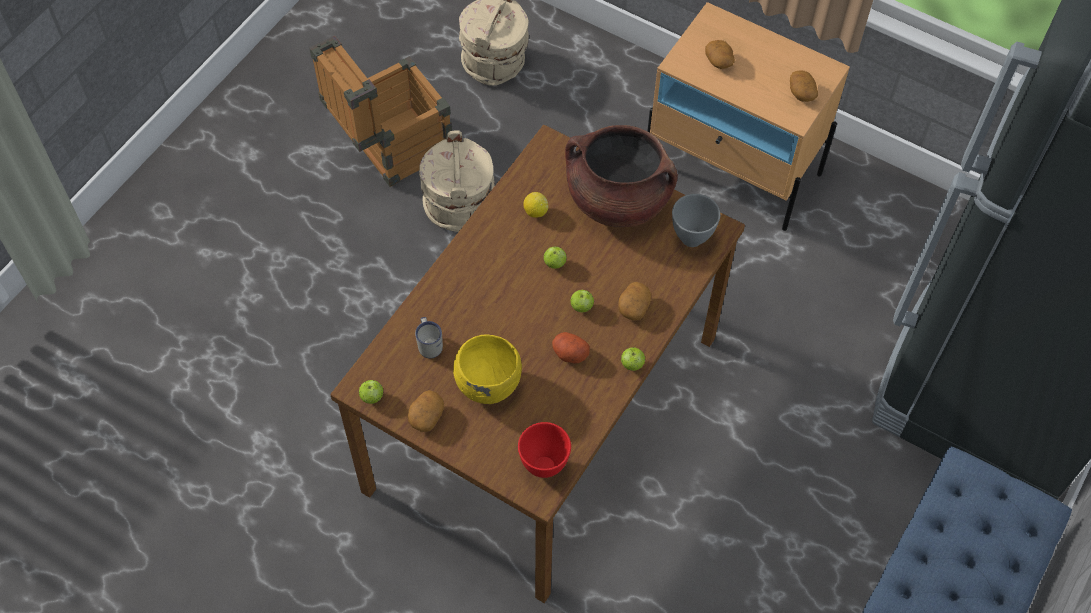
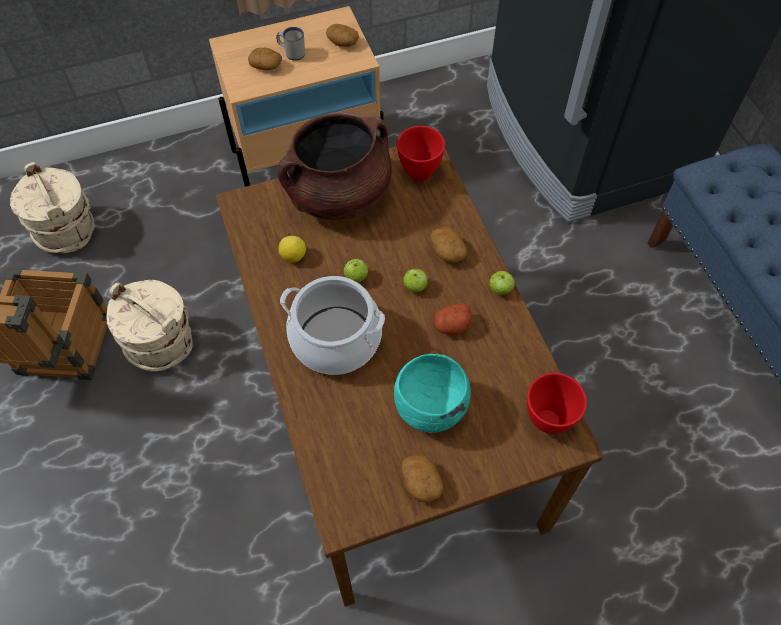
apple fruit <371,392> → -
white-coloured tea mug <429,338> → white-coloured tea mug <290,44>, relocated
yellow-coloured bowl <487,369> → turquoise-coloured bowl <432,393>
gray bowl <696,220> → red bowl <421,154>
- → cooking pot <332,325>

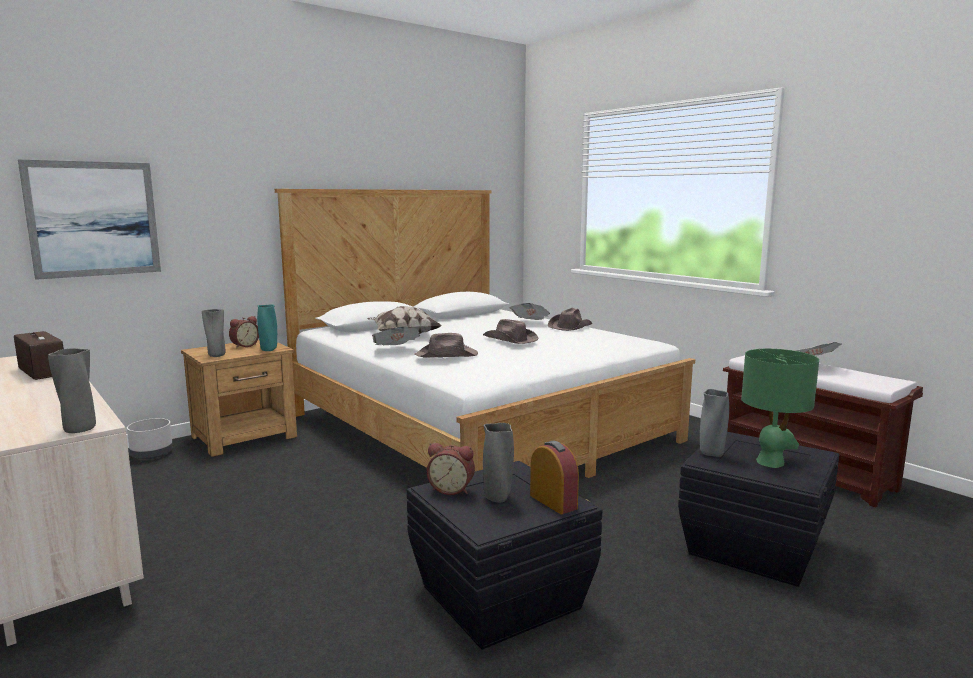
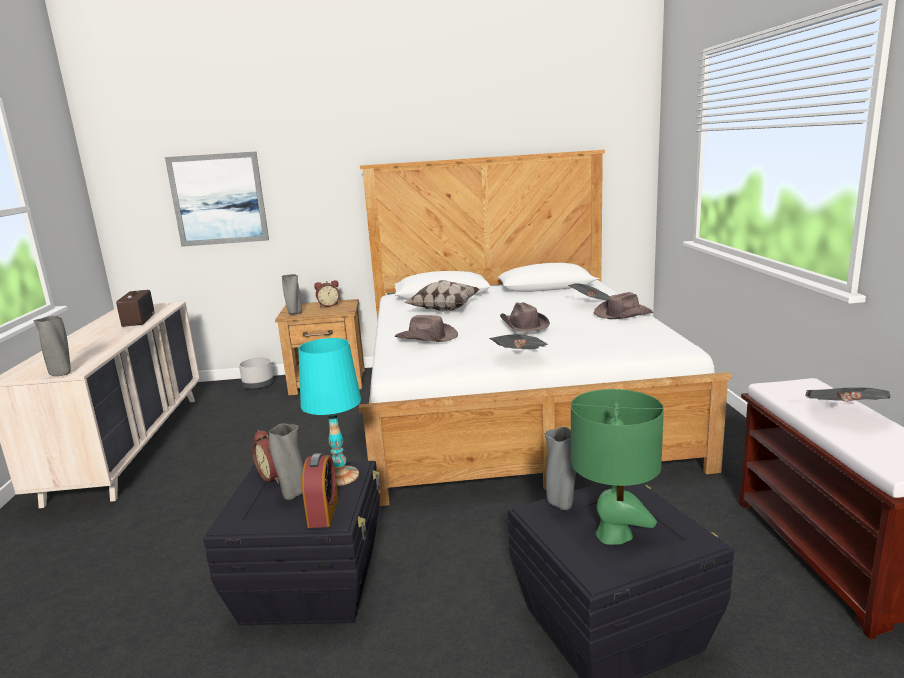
turquoise-coloured decorative vase <267,328> → -
newspaper <396,336> → newspaper <518,341>, relocated
- → turquoise-coloured table lamp <329,412>

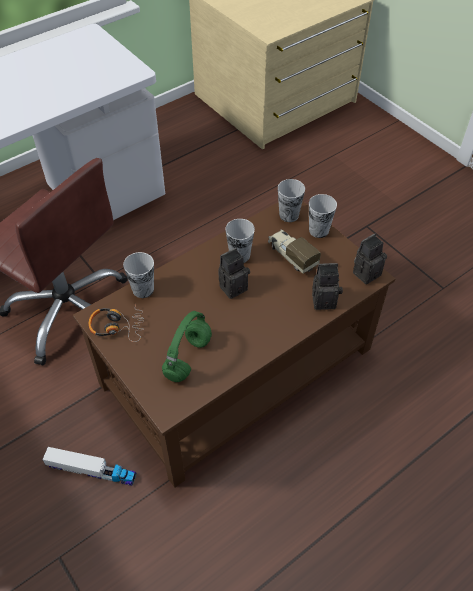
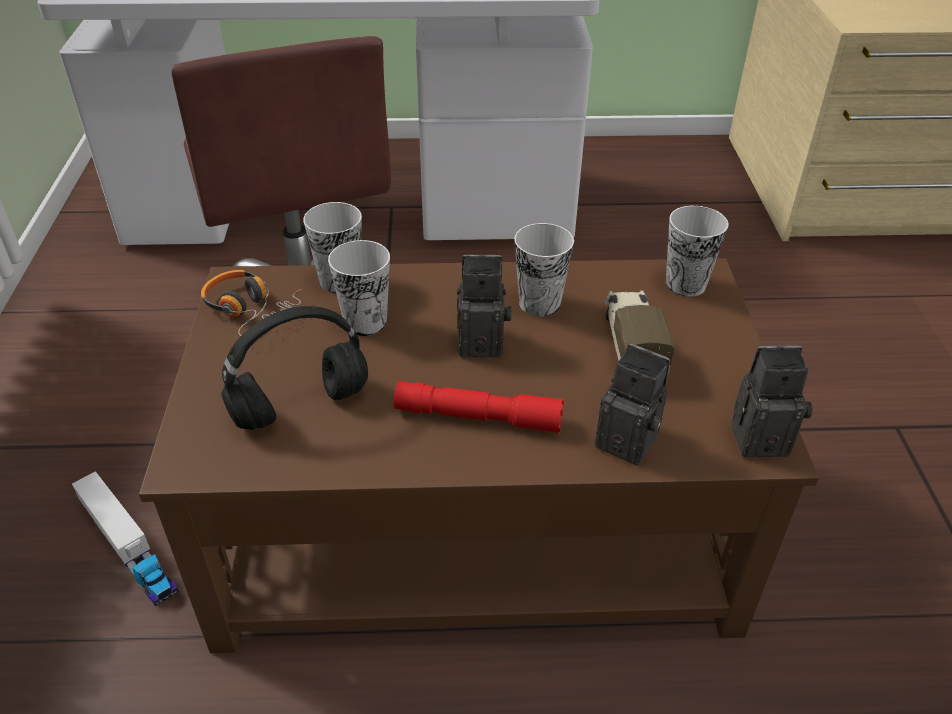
green-coloured headset <187,346> → black headset <294,368>
small cup <323,216> → small cup <359,288>, relocated
- → red hand torch <479,407>

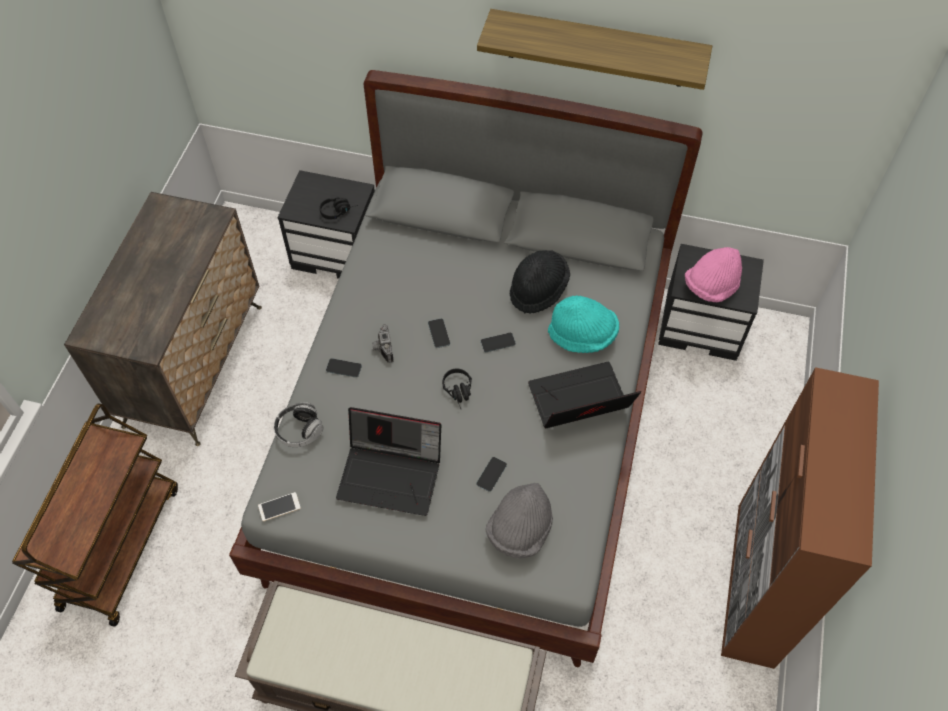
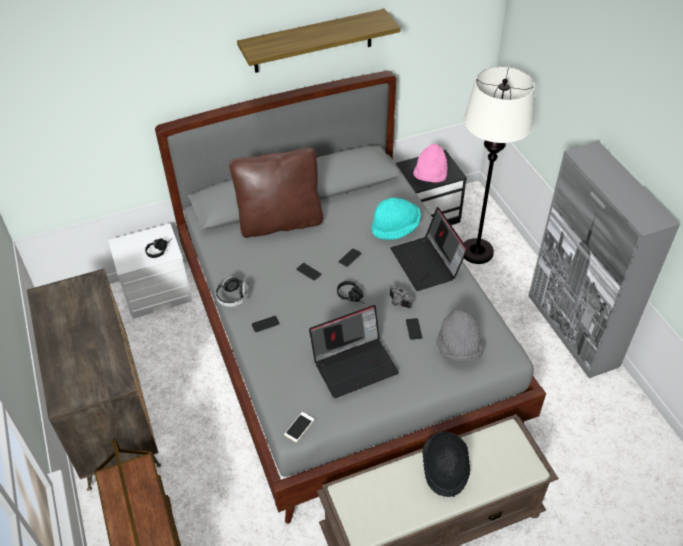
headset <299,424> → headset <232,291>, relocated
black bedside table <326,224> → white-coloured bedside table <150,271>
still camera <383,343> → still camera <401,297>, relocated
black hat <540,282> → black hat <446,464>, relocated
portable computer <584,395> → portable computer <429,249>, 60 degrees counterclockwise
brown-coloured cabinet <800,518> → gray cabinet <604,259>
- → brown-coloured pillow <276,193>
- → white-coloured floor lamp <499,165>

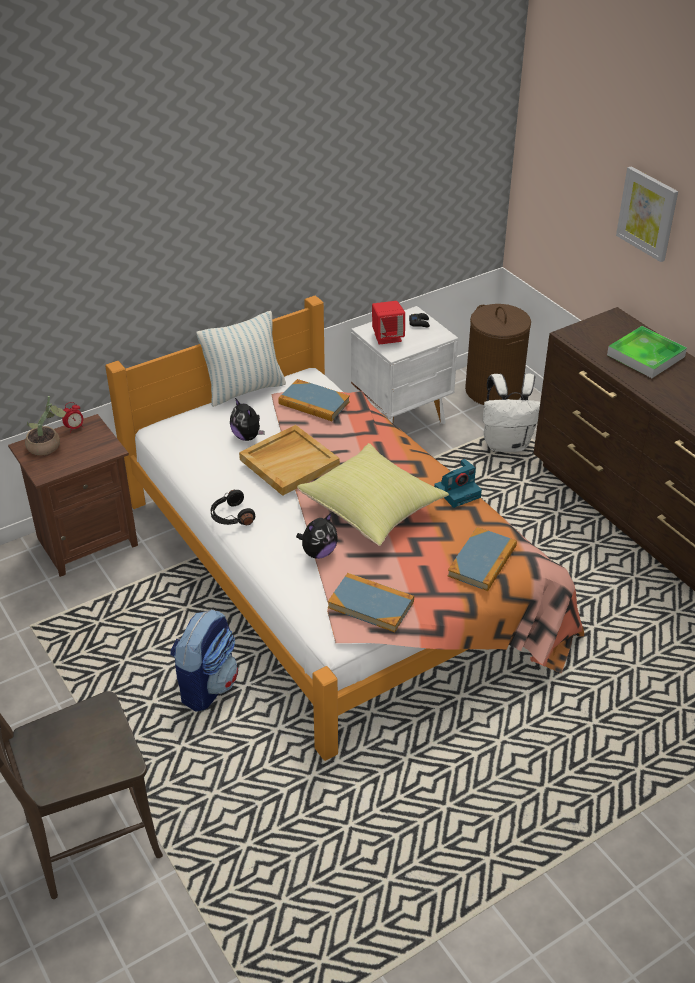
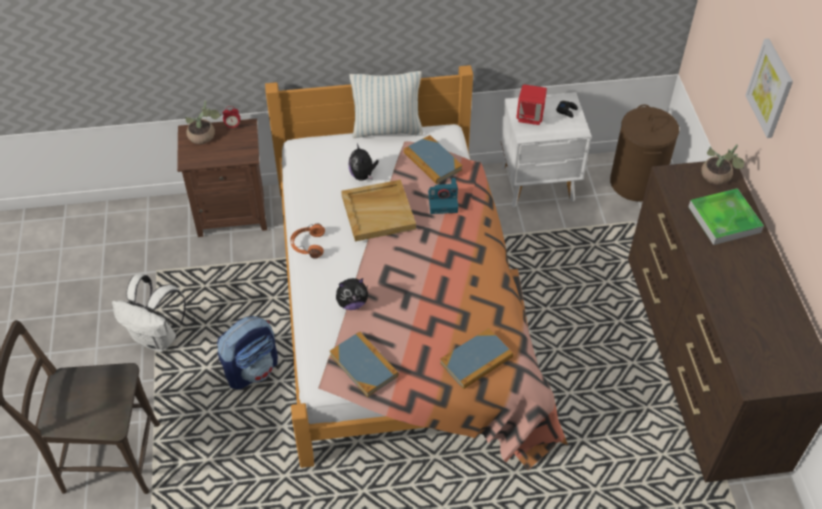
black headset <233,507> → orange-coloured headset <307,241>
yellow-coloured pillow <373,494> → -
still camera <458,483> → still camera <443,196>, relocated
white-coloured knapsack <511,412> → white-coloured knapsack <149,313>, relocated
- → potted plant <722,164>

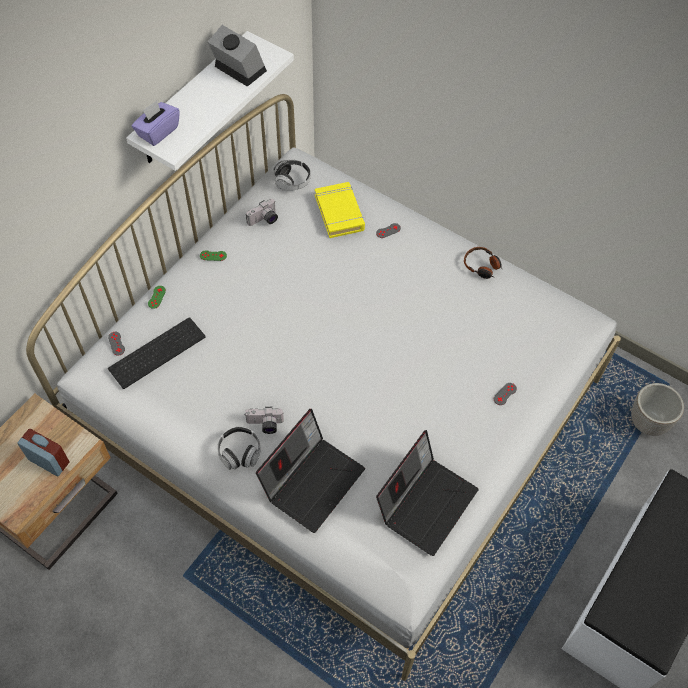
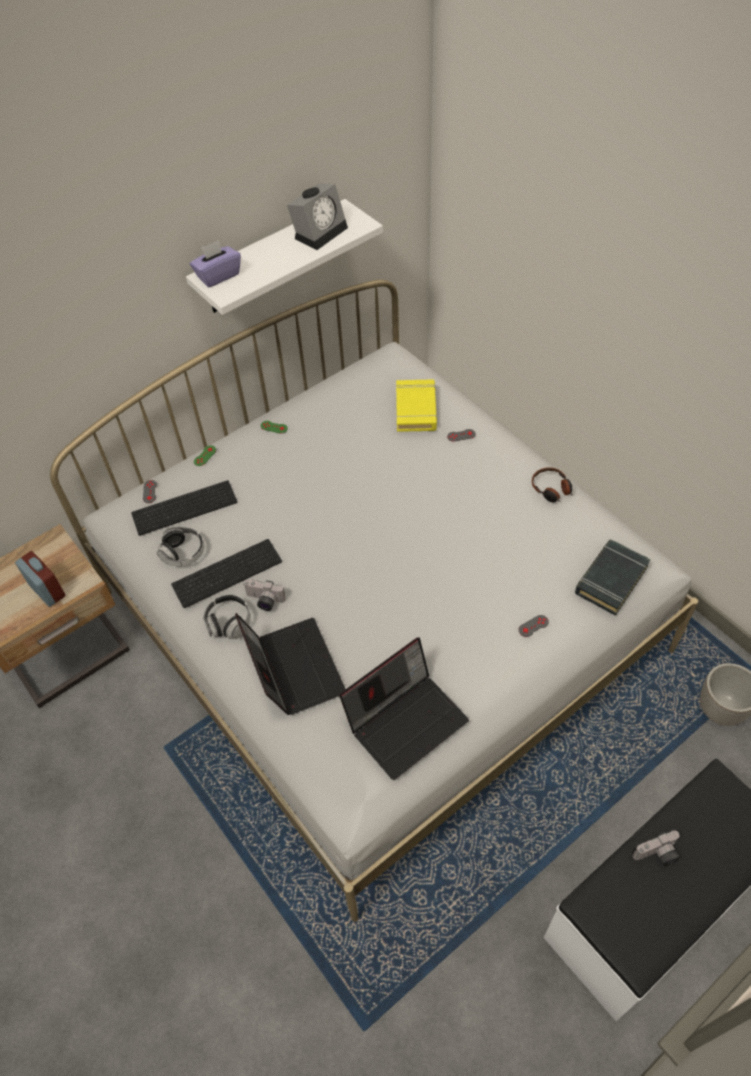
table clock <237,56> → table clock <317,216>, 75 degrees clockwise
still camera <262,212> → still camera <656,848>, relocated
portable computer <310,471> → portable computer <290,664>, 75 degrees counterclockwise
headset <292,175> → headset <180,546>, relocated
- → computer keyboard <226,573>
- → black volume <613,577>

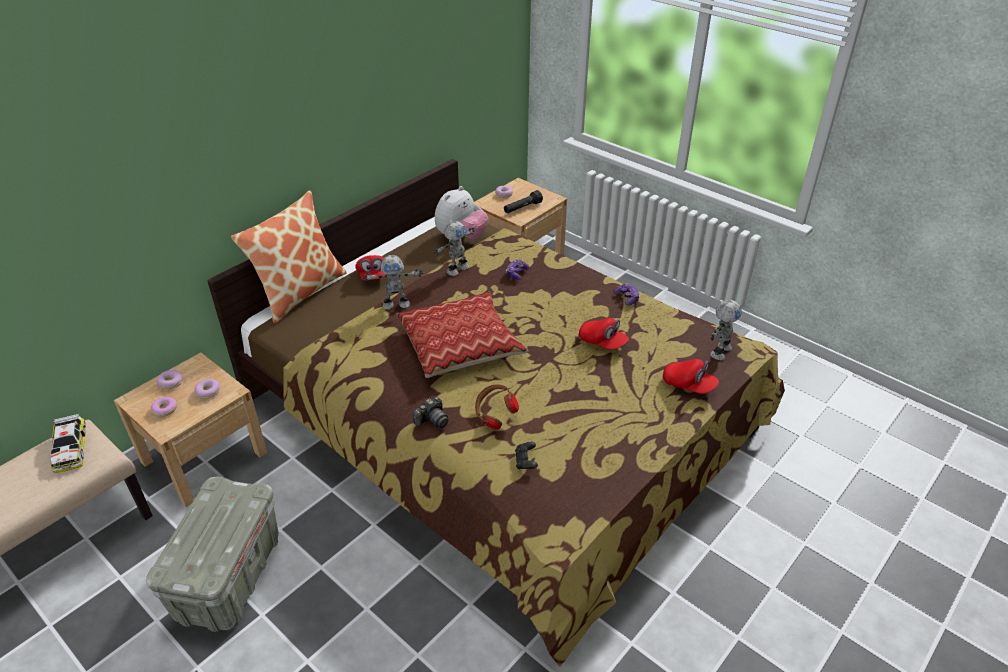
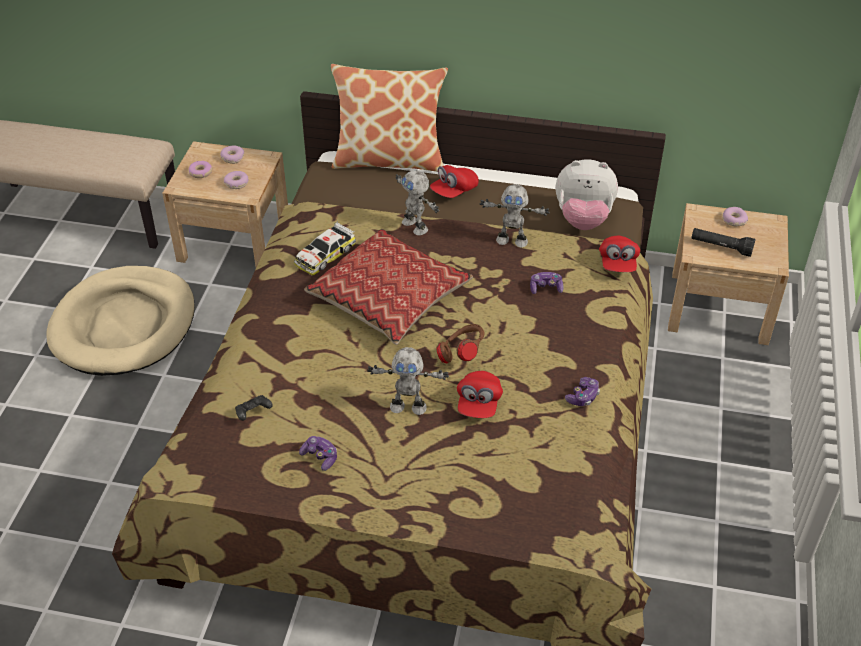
miniature car <68,443> → miniature car <325,248>, relocated
gray storage container <212,554> → sand-coloured dog cushion <120,321>
still camera <431,412> → -
brown-coloured headset <497,407> → brown-coloured headset <460,344>, relocated
red baseball cap <691,376> → red baseball cap <619,254>, relocated
robot figure <726,330> → robot figure <408,381>, relocated
- → joypad <318,453>

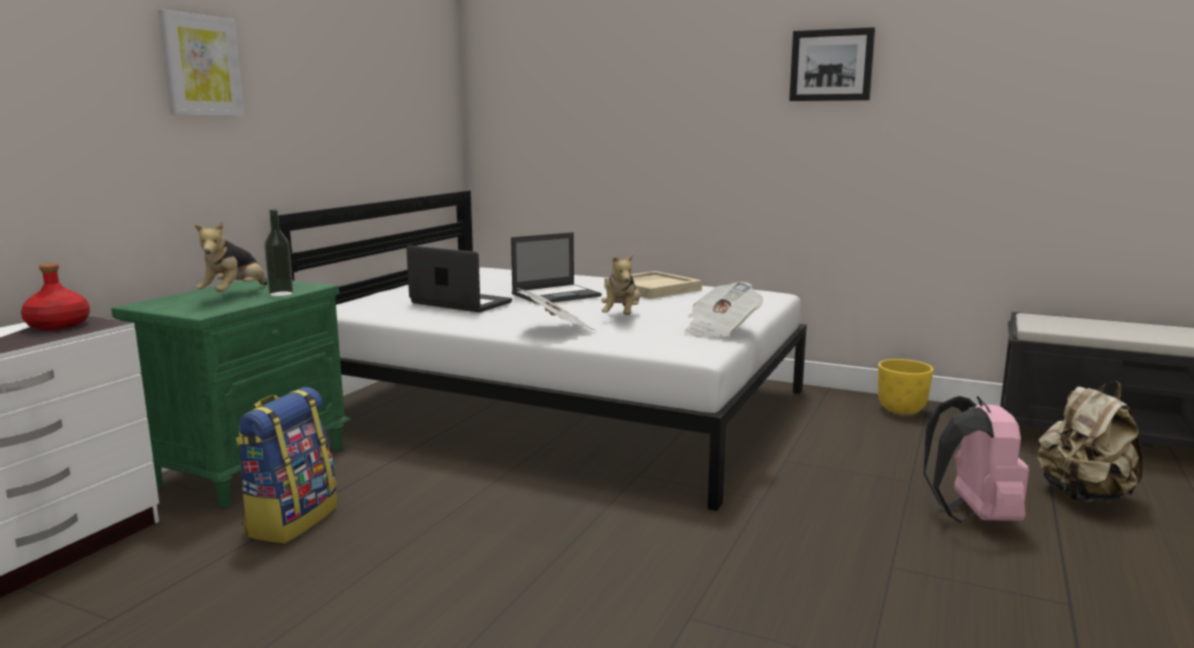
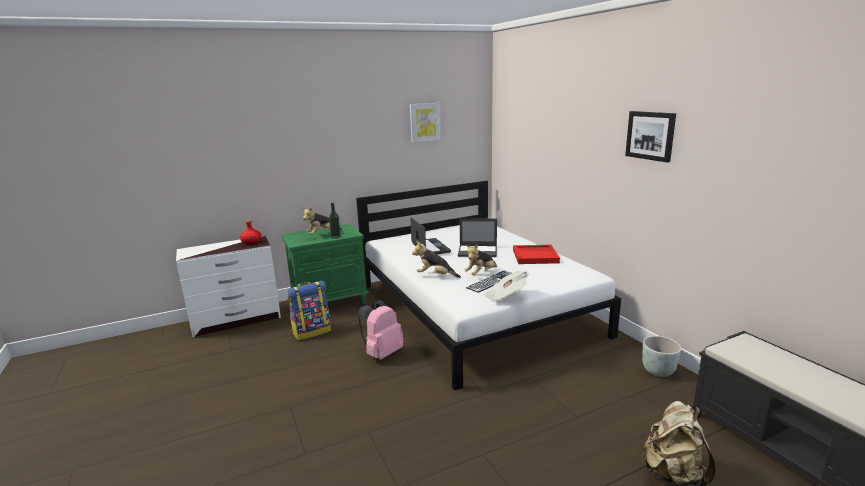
wall art <201,62> → wall art <425,123>, relocated
newspaper <556,309> → cuddly toy <436,259>
sand-coloured tray <653,285> → red tray <536,254>
yellow-coloured flower pot <906,386> → gray flower pot <661,356>
pink knapsack <976,459> → pink knapsack <381,330>, relocated
- → computer keyboard <489,281>

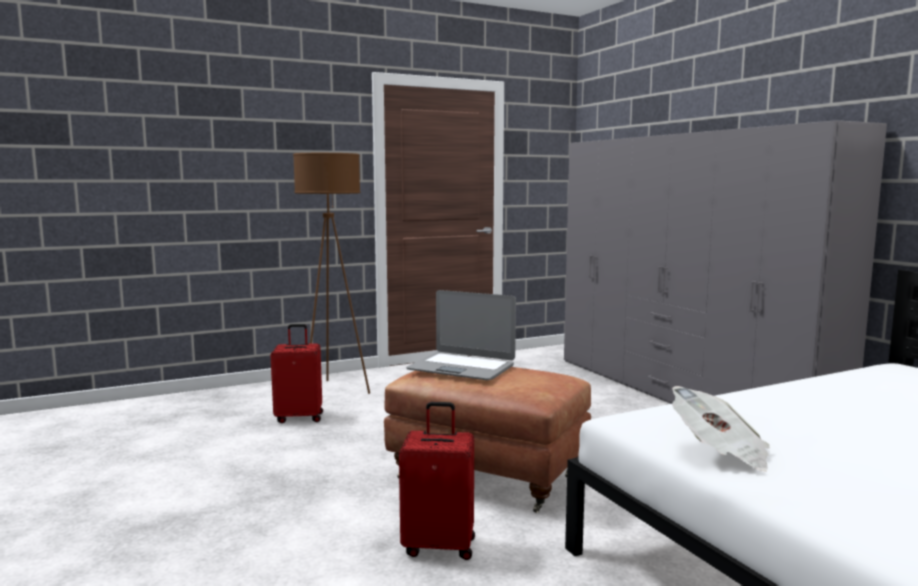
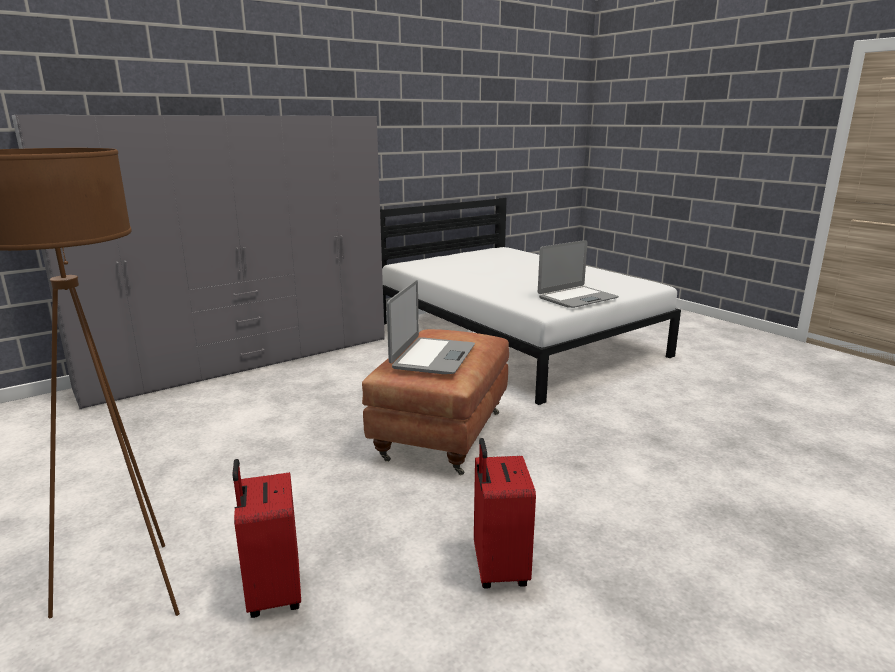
red travel case <437,481> → red travel case <505,513>, relocated
newspaper <721,429> → portable computer <578,274>

